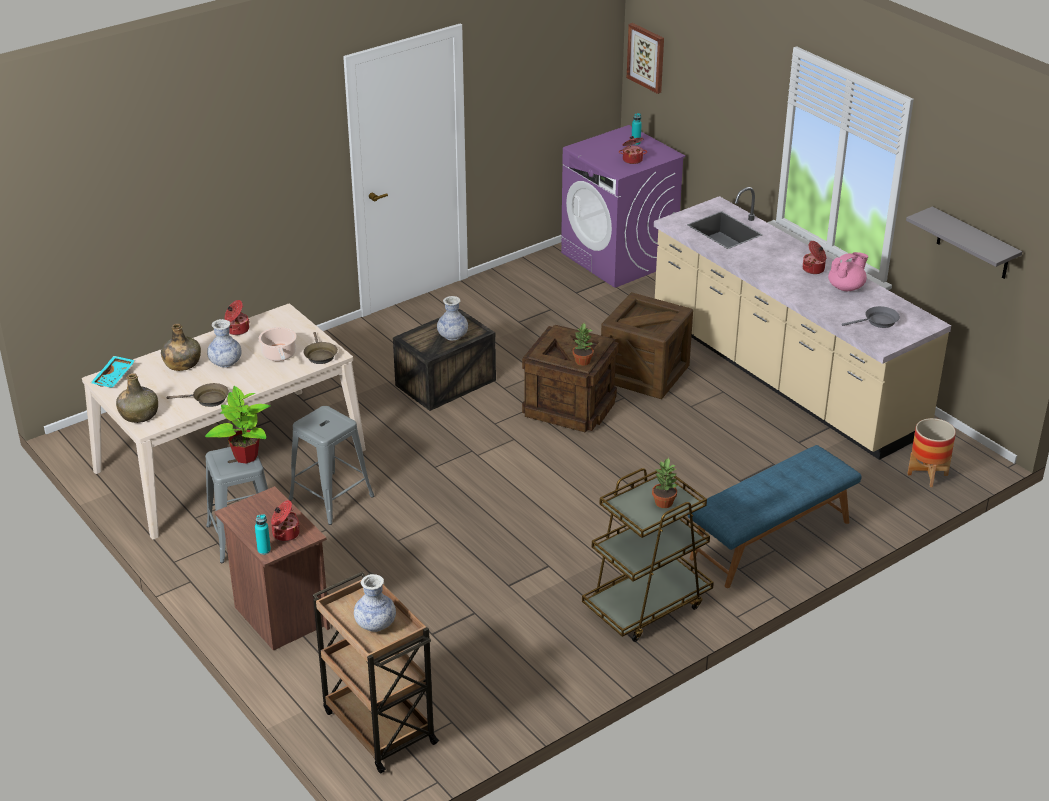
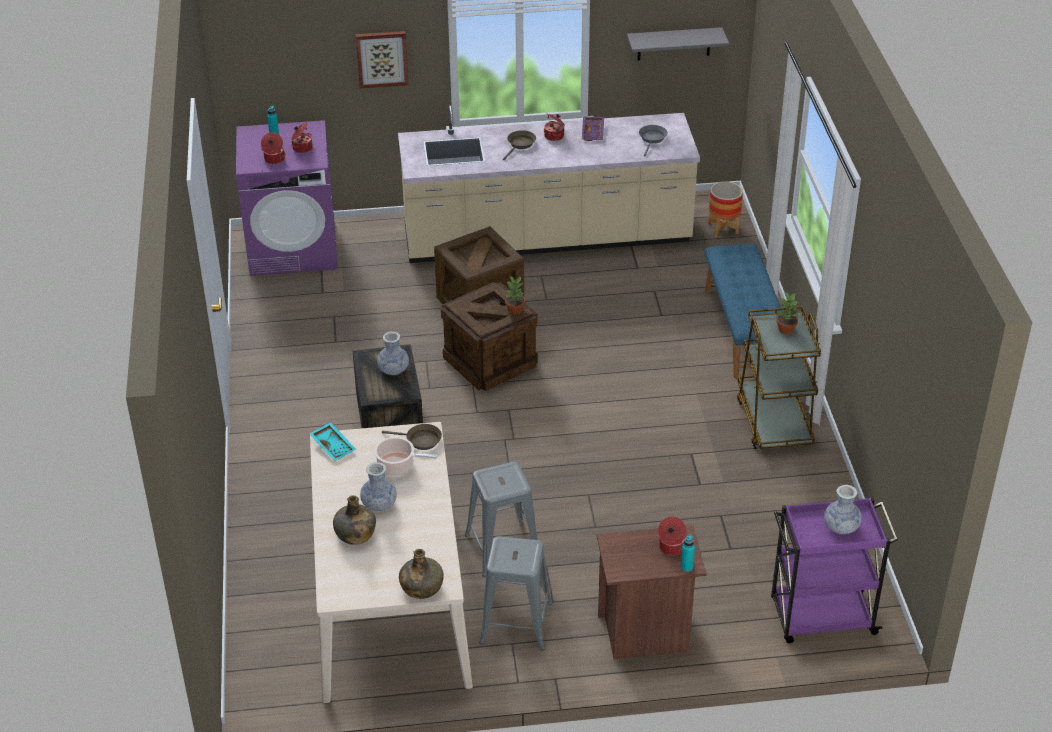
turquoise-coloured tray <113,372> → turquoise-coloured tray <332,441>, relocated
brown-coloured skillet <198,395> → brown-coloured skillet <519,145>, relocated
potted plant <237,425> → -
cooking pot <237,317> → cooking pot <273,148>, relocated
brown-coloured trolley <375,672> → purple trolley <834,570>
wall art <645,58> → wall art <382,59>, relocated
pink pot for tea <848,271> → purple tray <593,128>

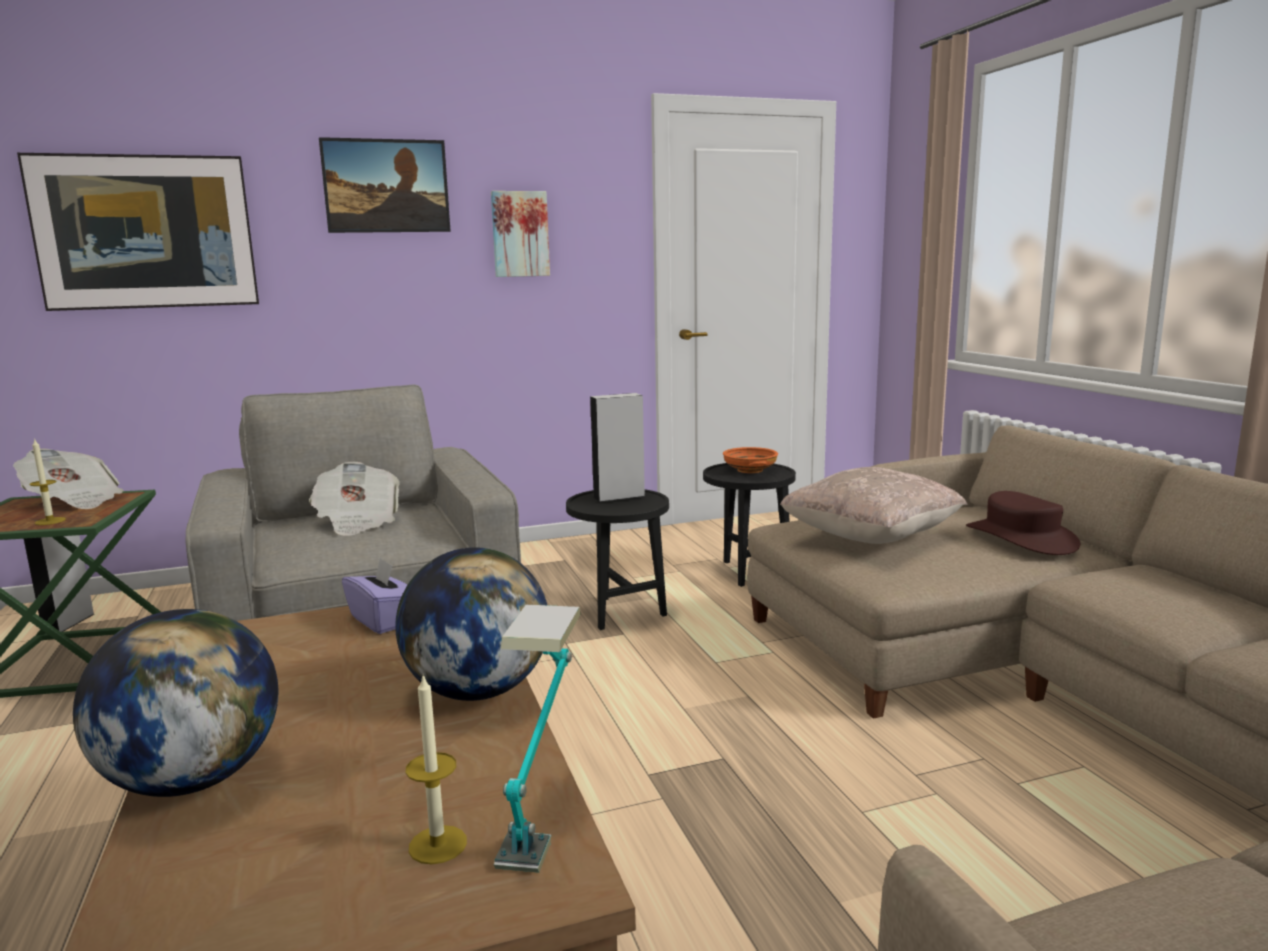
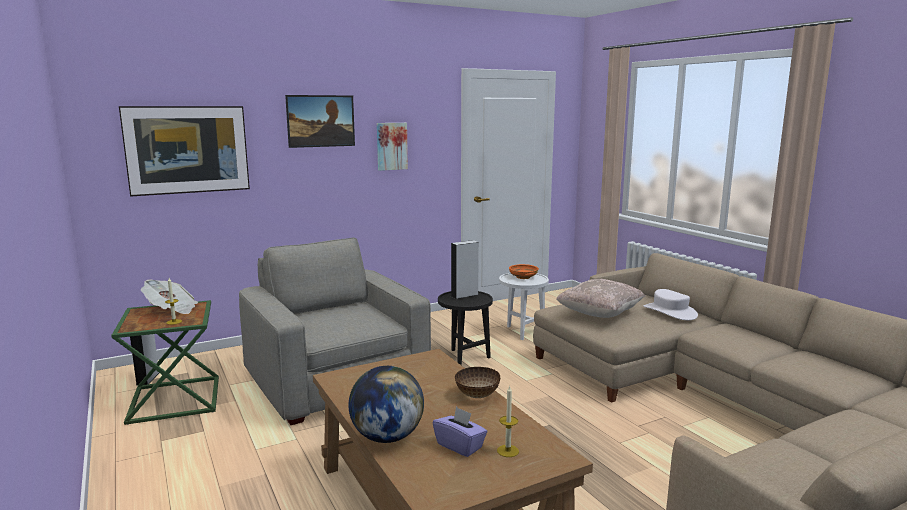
newspaper <354,499> → -
purple tissue box <374,595> → purple tissue box <460,432>, relocated
desk globe <471,624> → bowl <477,382>
table lamp <537,739> → -
black accent table <749,525> → white-coloured accent table <524,306>
brown-coloured hat <1023,523> → white-coloured hat <671,304>

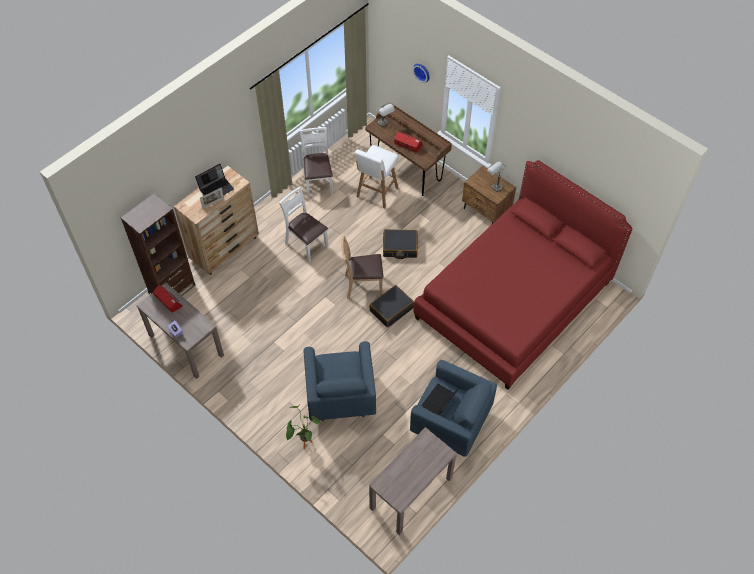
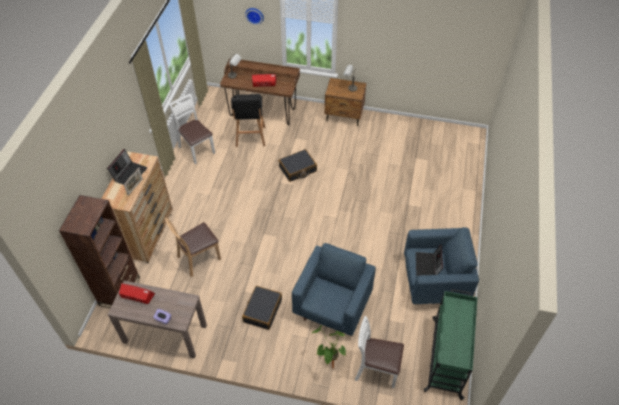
white-coloured upright chair <303,224> → white-coloured upright chair <379,352>, relocated
blue lounge chair <339,381> → blue lounge chair <334,289>, 120 degrees counterclockwise
brown-coloured upright chair <362,267> → brown-coloured upright chair <193,247>, relocated
white-coloured sitting stool <377,177> → black sitting stool <248,120>
brown-coloured console table <413,481> → green-coloured trolley <450,344>
black travel case <392,306> → black travel case <262,308>, relocated
red bed <522,275> → -

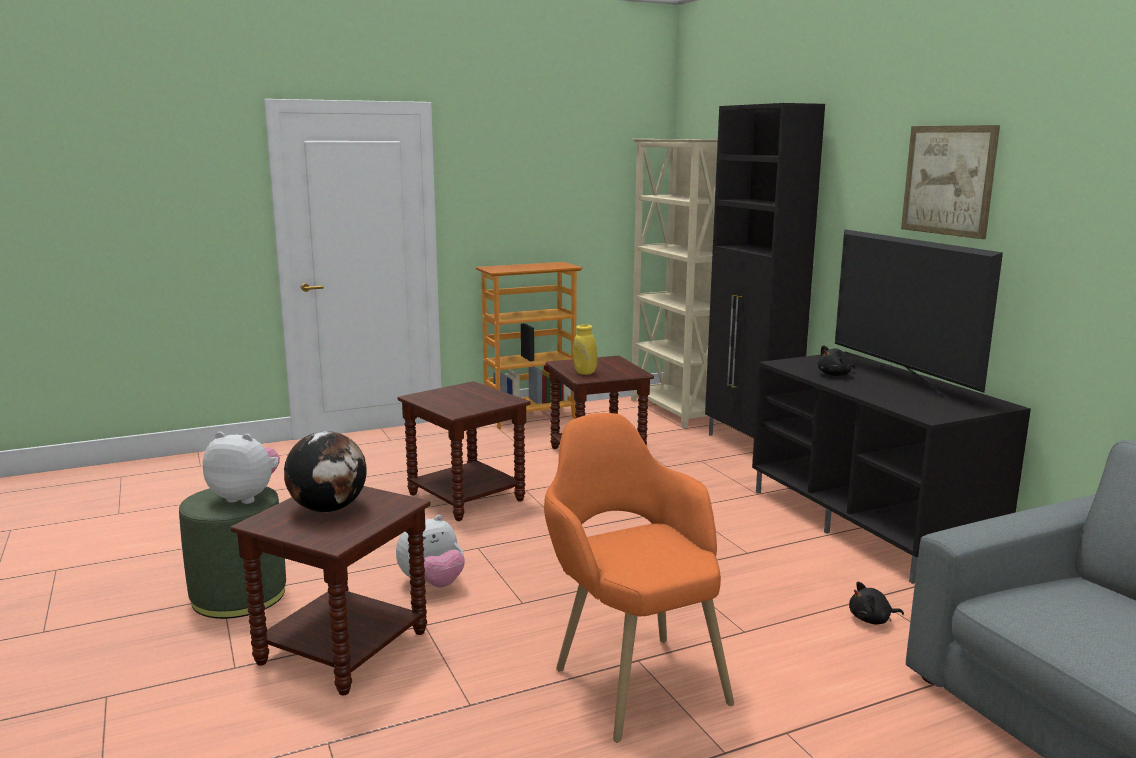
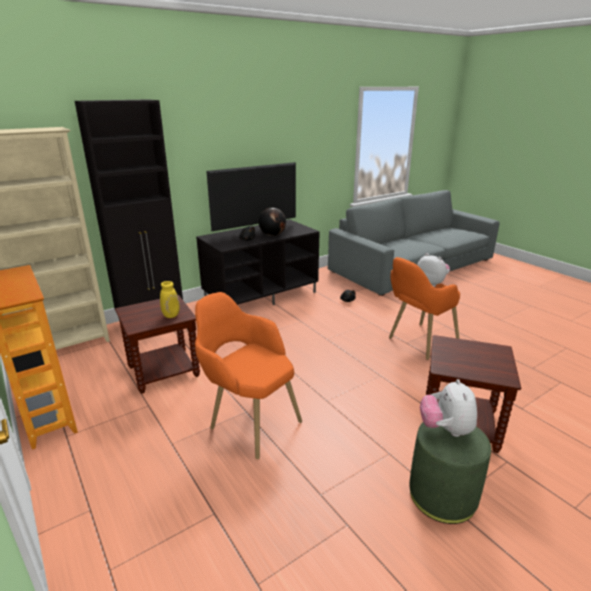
desk globe <325,471> → desk globe <272,222>, relocated
cuddly toy <430,551> → cuddly toy <433,270>, relocated
brown-coloured accent table <464,451> → orange-coloured lounge chair <248,375>
wall art <950,182> → -

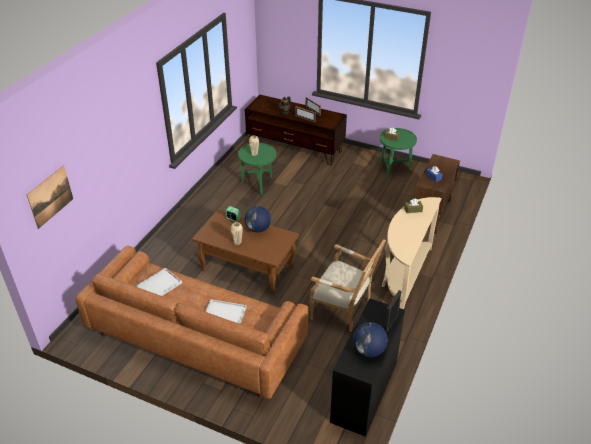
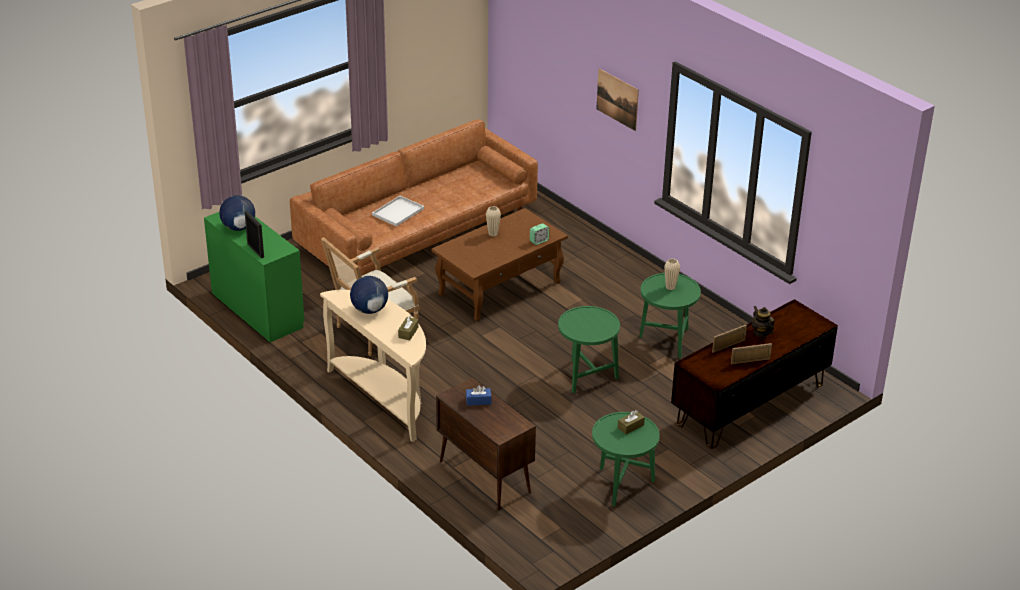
wall art <50,197> → wall art <617,99>, relocated
white-coloured tray <159,282> → -
desk globe <258,219> → desk globe <369,295>, relocated
black desk unit <367,367> → green-coloured desk unit <254,277>
- → green-coloured accent table <589,349>

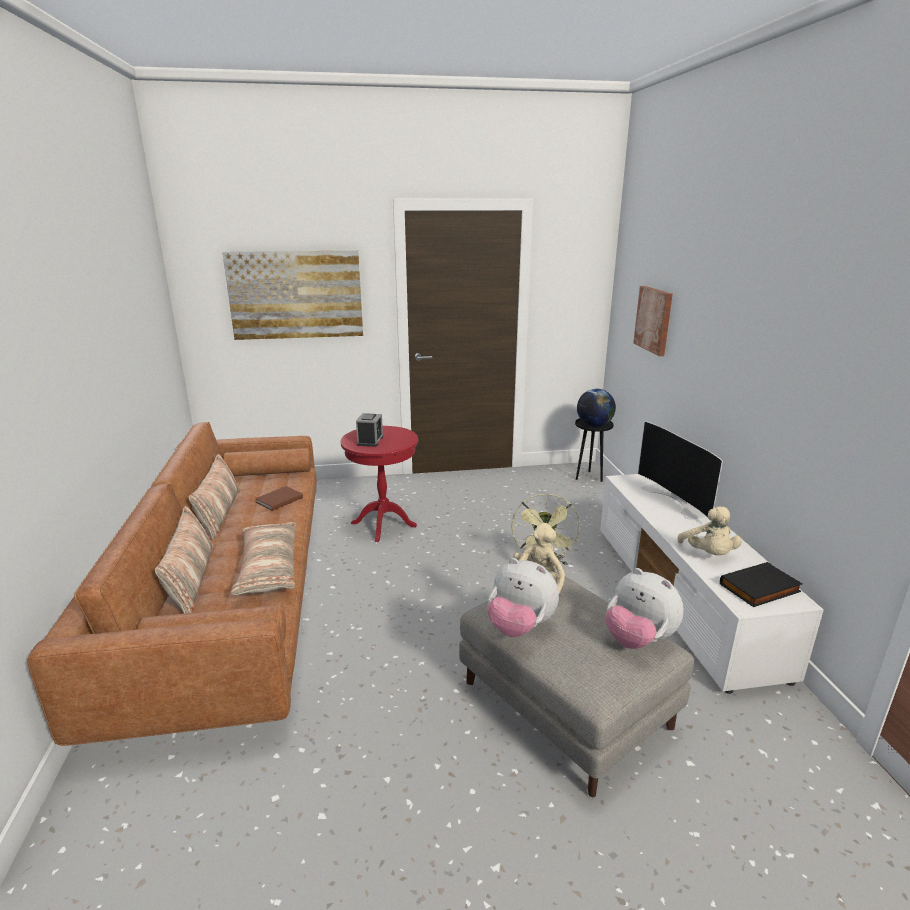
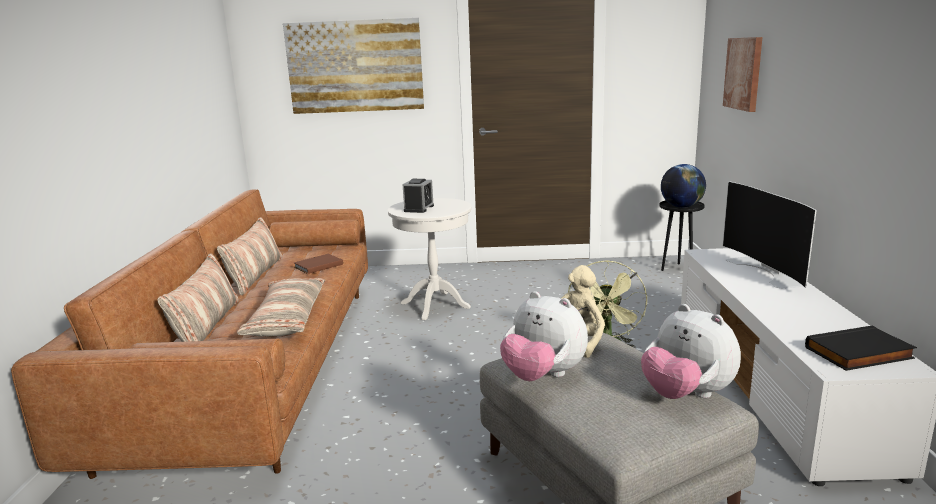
red accent table <379,484> → white-coloured accent table <429,259>
sand-coloured cuddly toy <709,530> → -

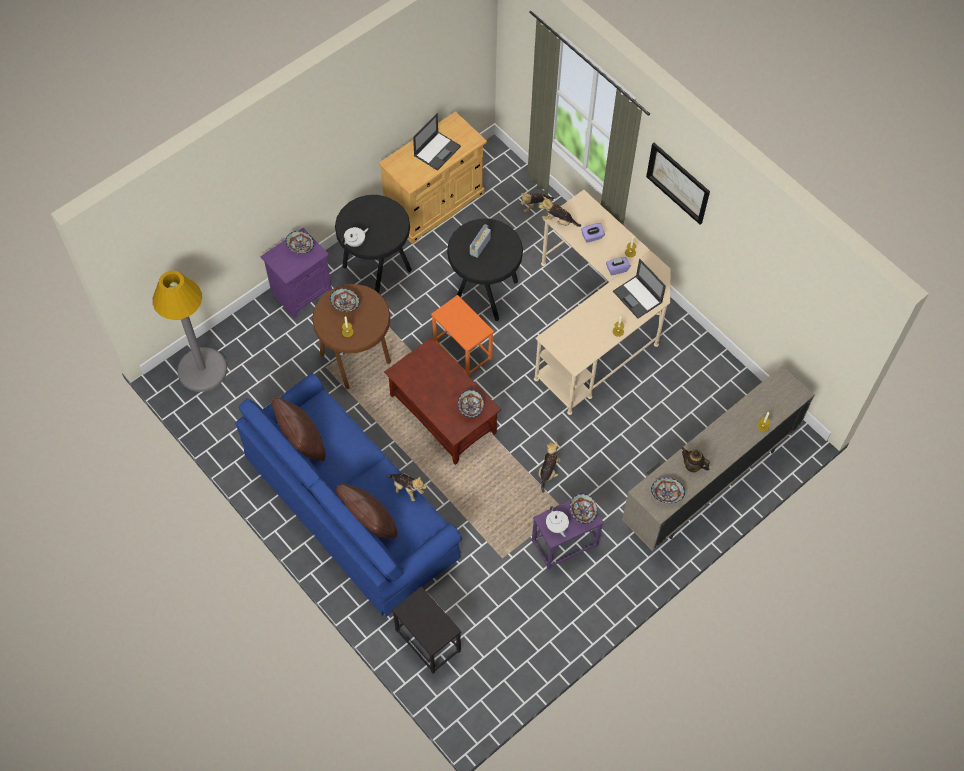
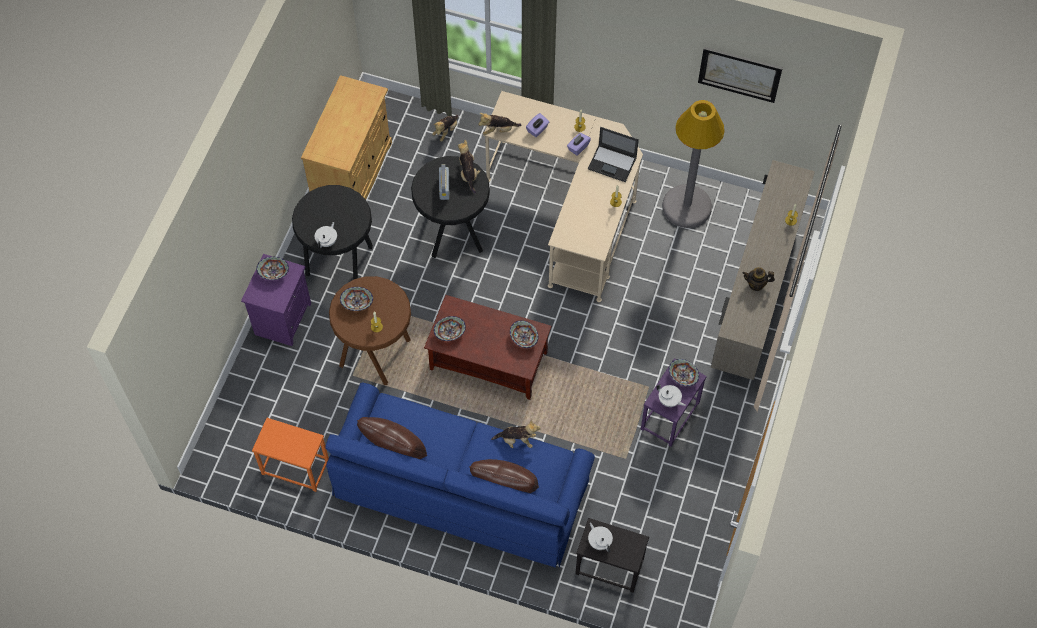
gray floor lamp <190,331> → gray floor lamp <693,164>, relocated
portable computer <437,142> → -
orange-coloured accent table <462,335> → orange-coloured accent table <290,455>, relocated
cuddly toy <550,467> → cuddly toy <469,167>, relocated
wall art <678,184> → wall art <740,75>, relocated
bowl <668,491> → bowl <450,328>, relocated
- → white-coloured pot for tea <600,537>

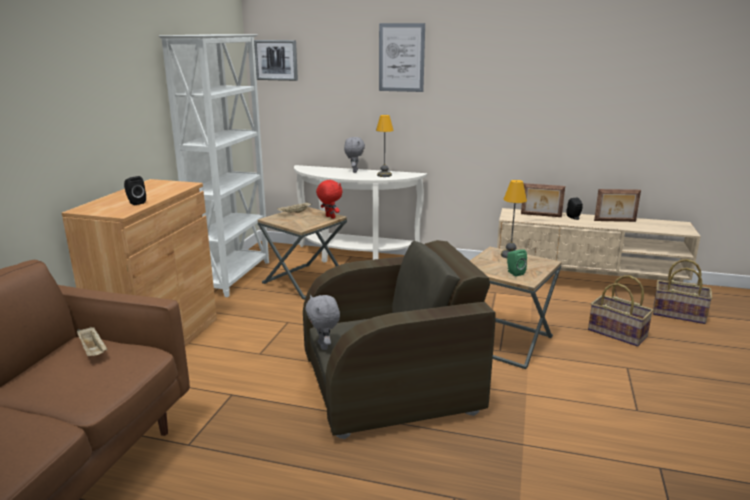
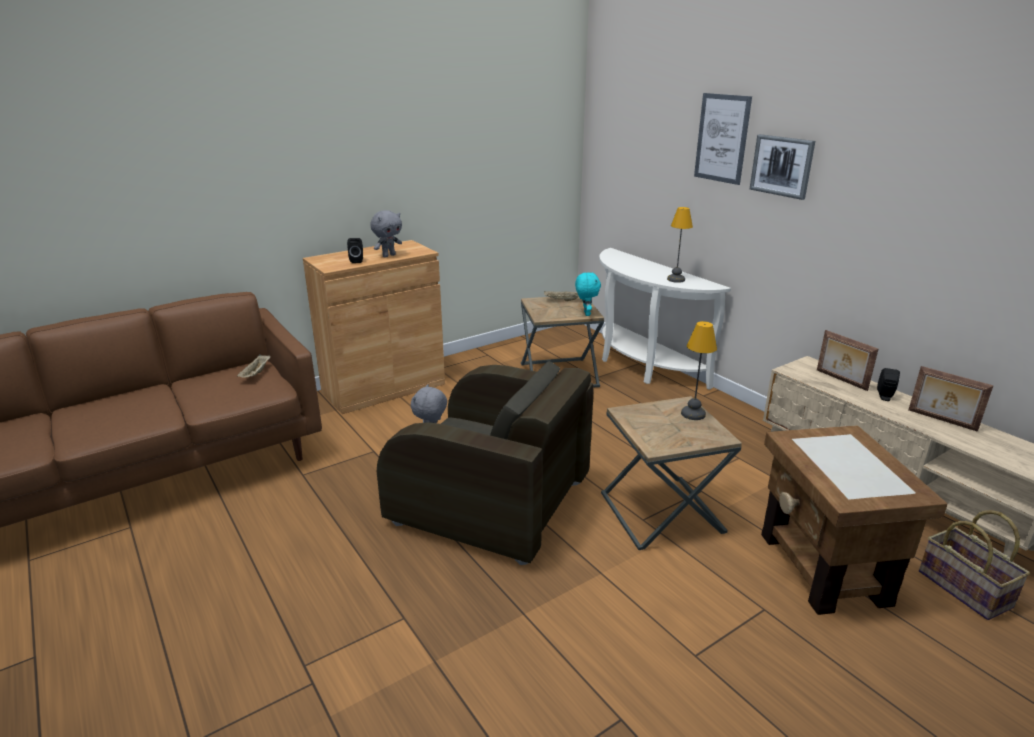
white-coloured bookcase <214,165> → -
wall art <276,60> → wall art <782,167>, relocated
red cuddly toy <329,199> → turquoise-coloured cuddly toy <588,294>
gray cuddly toy <354,155> → gray cuddly toy <386,233>, relocated
green-coloured audio speaker <517,262> → -
basket <621,311> → brown-coloured accent table <854,520>

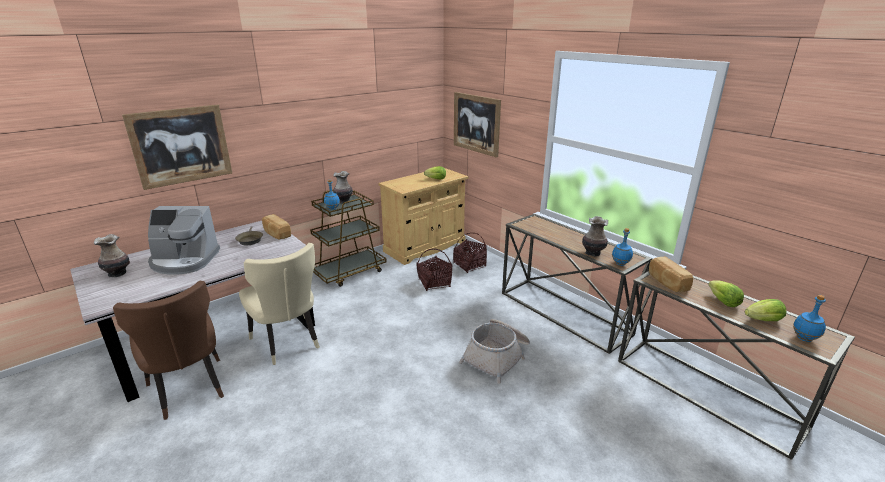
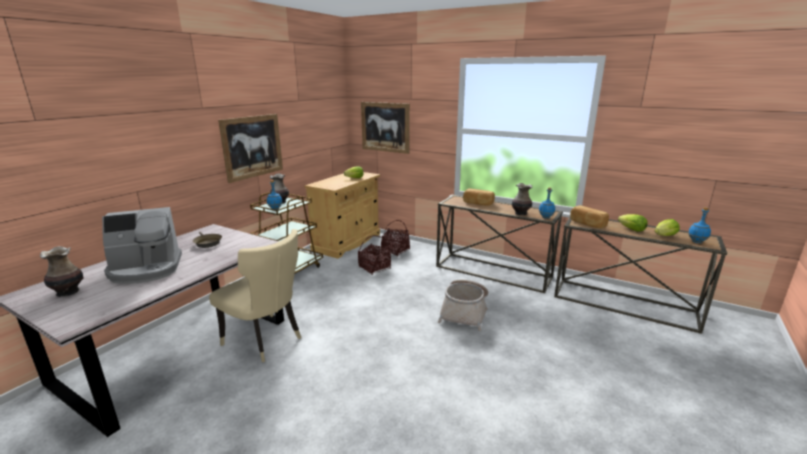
brown-coloured upright chair <168,350> → -
wall art <177,147> → wall art <250,148>, relocated
bread <276,226> → bread <479,197>, relocated

